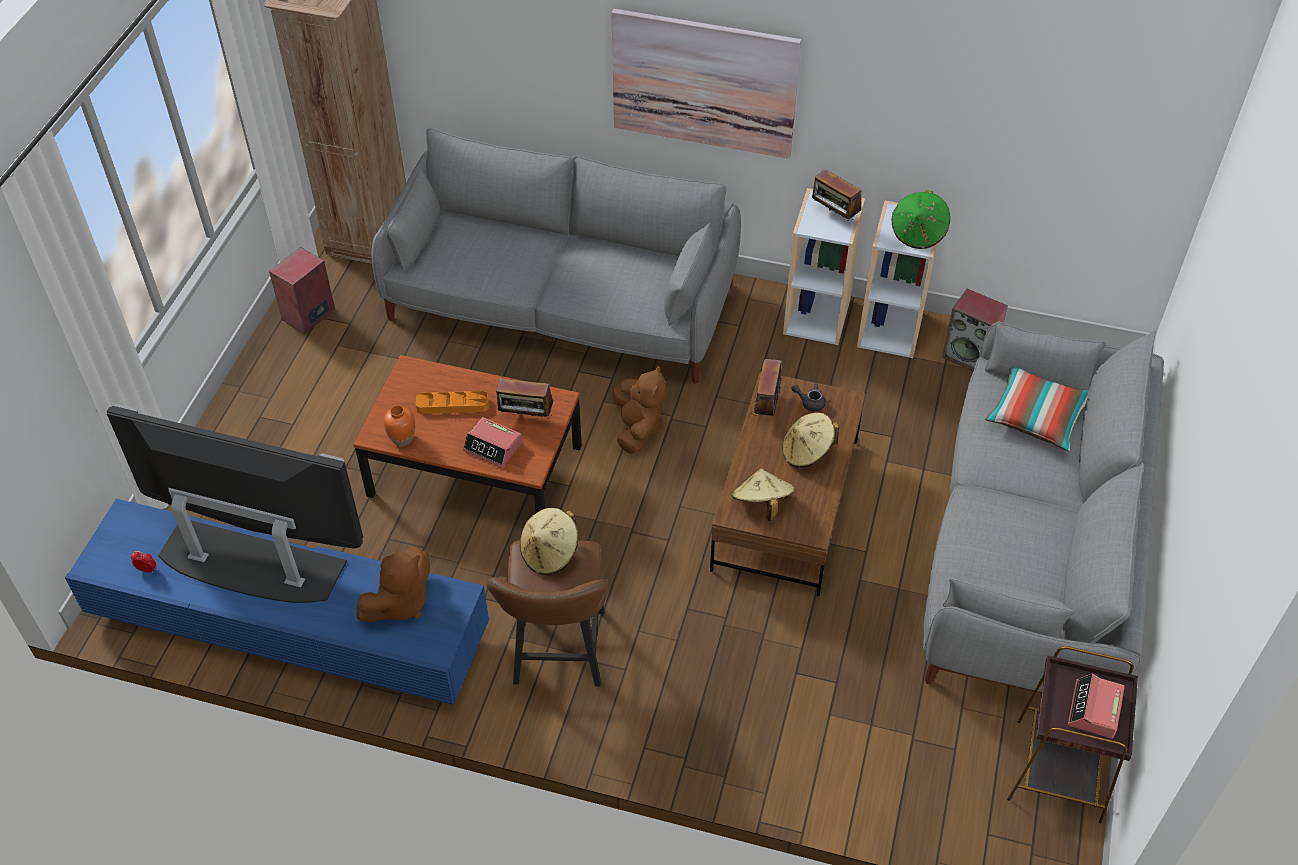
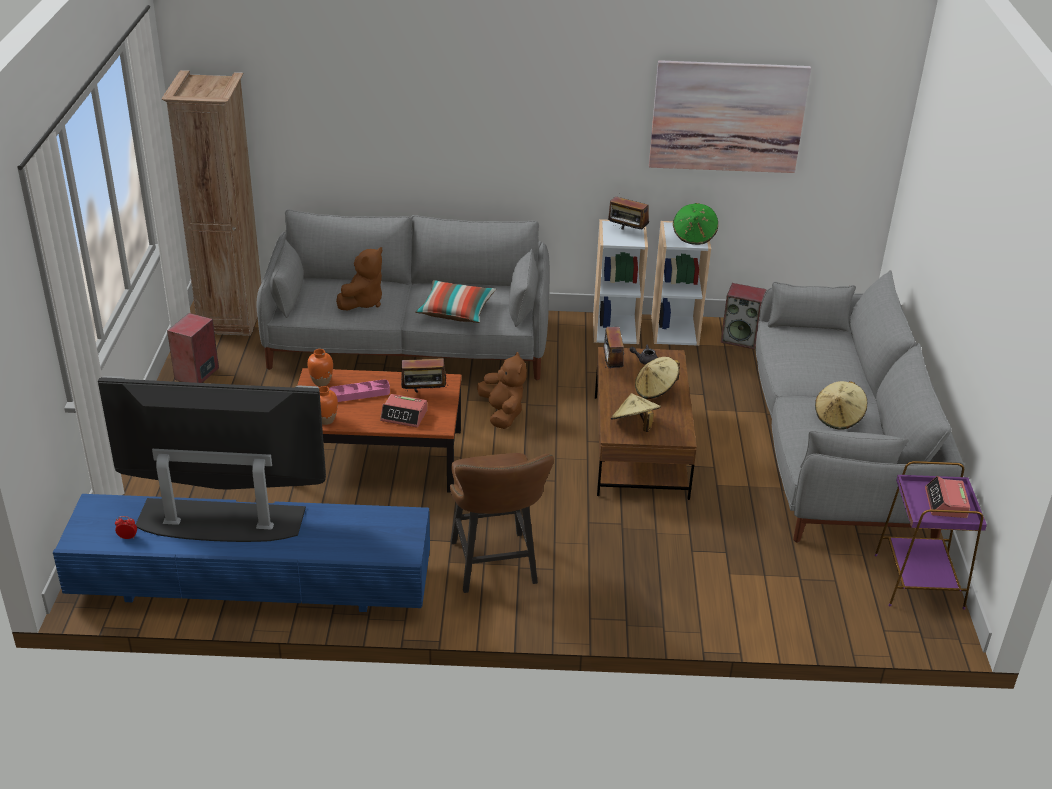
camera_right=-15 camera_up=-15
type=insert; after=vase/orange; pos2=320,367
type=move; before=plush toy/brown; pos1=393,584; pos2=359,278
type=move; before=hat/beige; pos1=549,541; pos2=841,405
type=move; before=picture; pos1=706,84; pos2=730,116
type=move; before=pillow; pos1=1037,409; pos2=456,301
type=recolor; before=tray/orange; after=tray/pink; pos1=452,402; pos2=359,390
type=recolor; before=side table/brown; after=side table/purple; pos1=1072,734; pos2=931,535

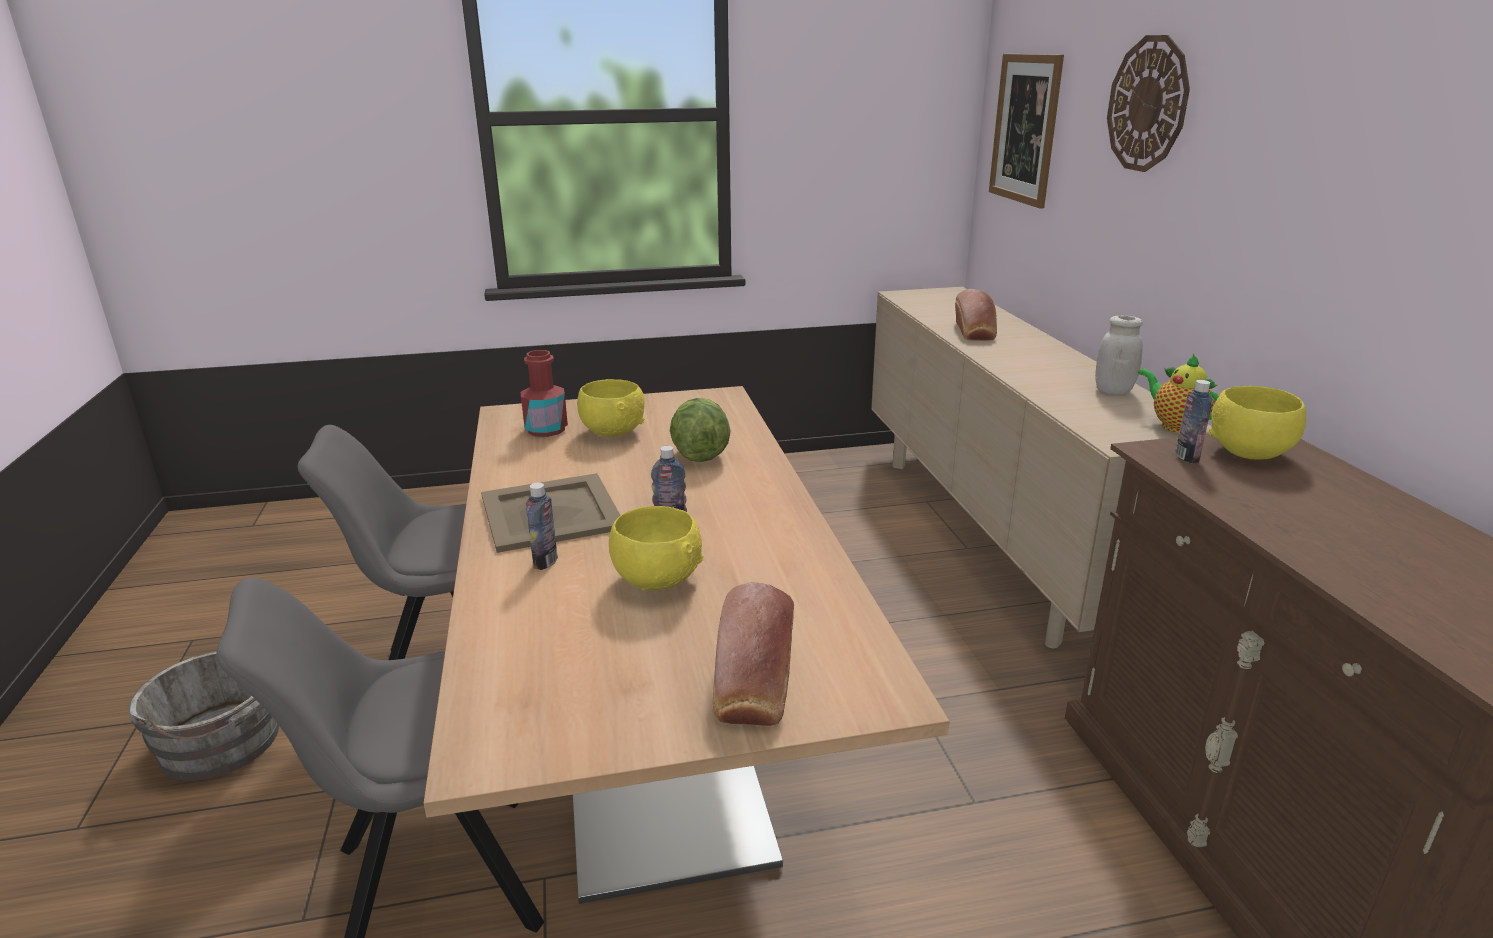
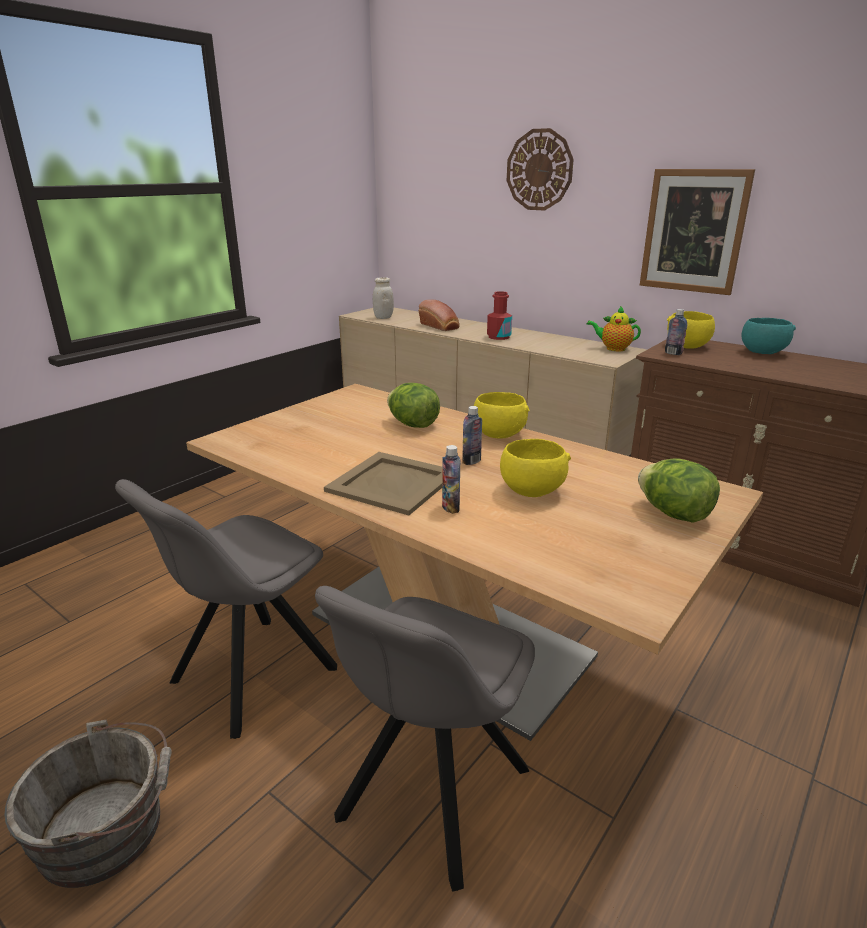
camera_right=-40 camera_up=0
type=insert; after=bowl/turquoise; pos2=769,336
type=move; before=bottle/red; pos1=544,393; pos2=499,315
type=move; before=bowl/yellow; pos1=611,408; pos2=501,415
type=move; before=picture; pos1=1026,131; pos2=697,232
type=move; before=jar/white; pos1=1119,355; pos2=383,298
type=replace; before=bread; after=lettuce; pos1=753,654; pos2=679,491

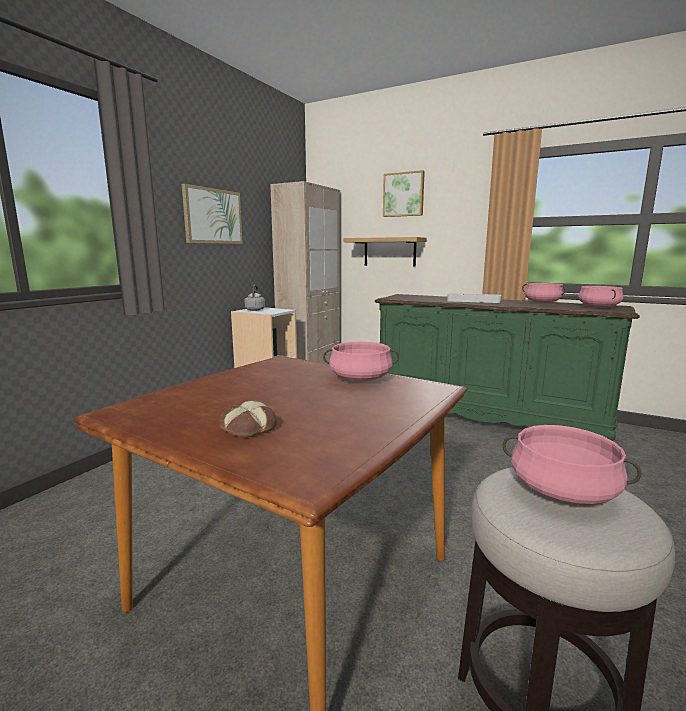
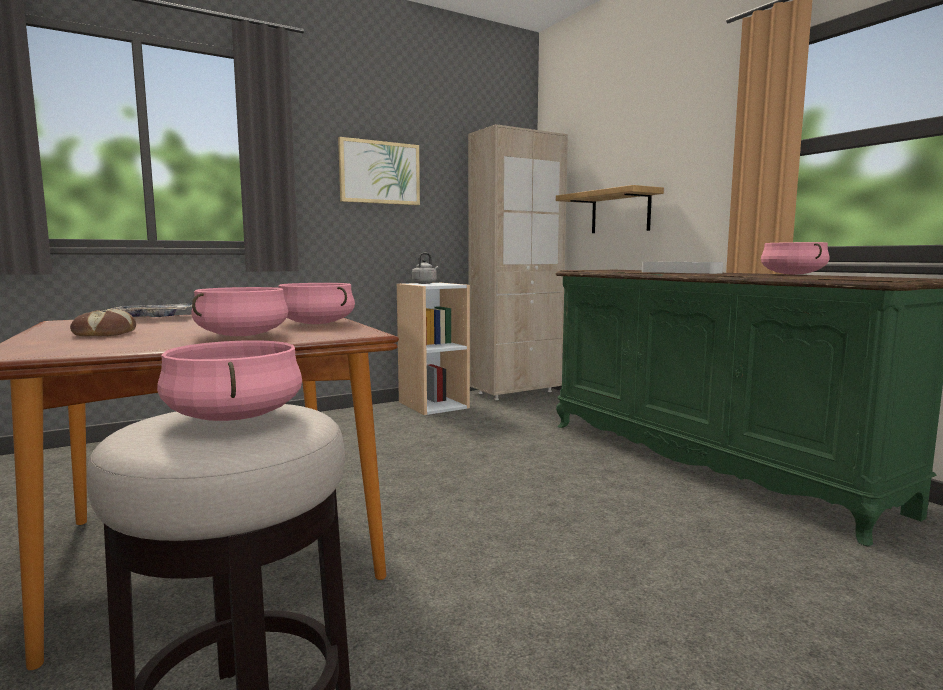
camera_right=30 camera_up=-5
type=delete; before=picture; pos1=404,193
type=insert; after=tray; pos2=147,310
type=move; before=cooking pot/pink; pos1=601,297; pos2=239,311

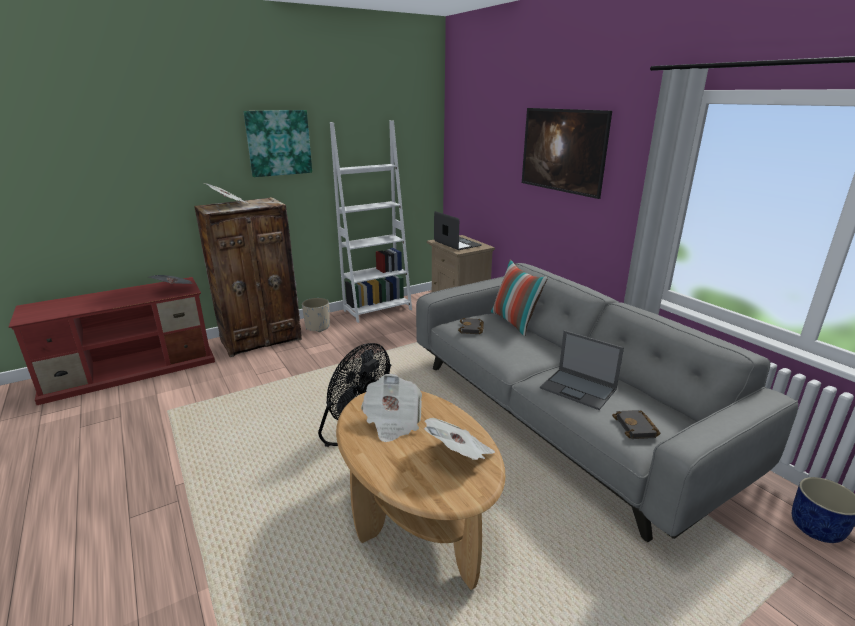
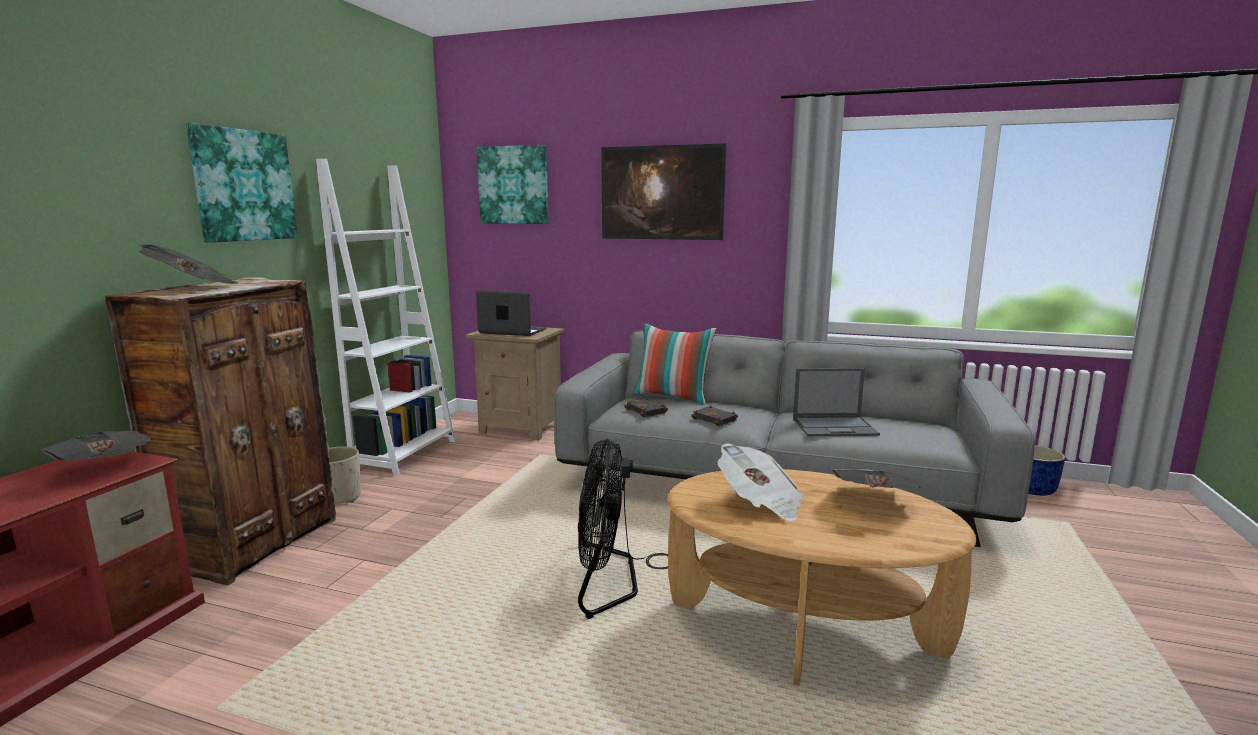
camera_right=-40 camera_up=-10
type=insert; after=picture; pos2=512,184
type=move; before=book/black; pos1=636,424; pos2=714,415

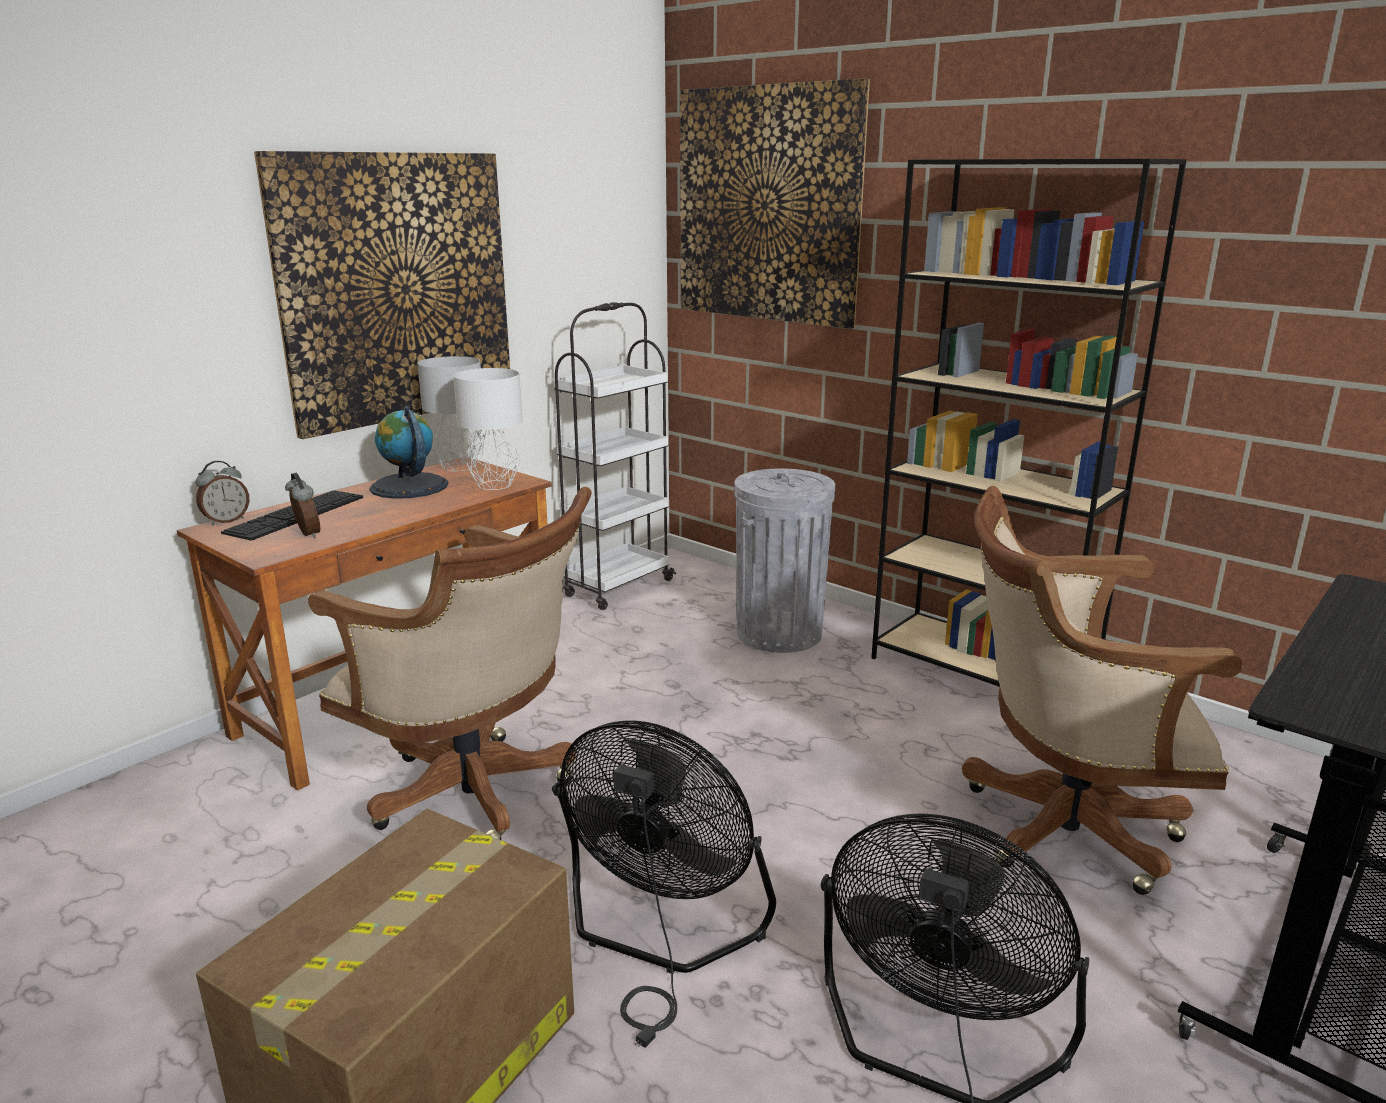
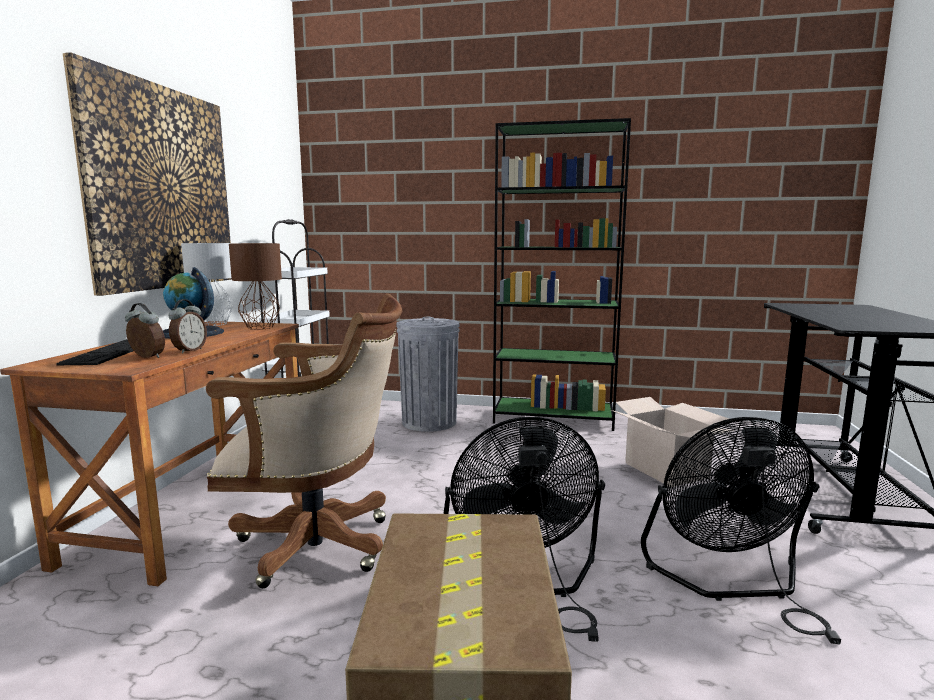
camera_right=-30 camera_up=-10
type=delete; before=picture; pos1=775,203
type=move; before=alarm clock; pos1=222,493; pos2=187,326
type=replace; before=office chair; after=cardboard box; pos1=1102,690; pos2=672,442
type=recolor; before=table lamp/white; after=table lamp/brown; pos1=488,429; pos2=255,286
type=recolor; before=bookcase/beige; after=bookcase/green; pos1=1029,423; pos2=562,274

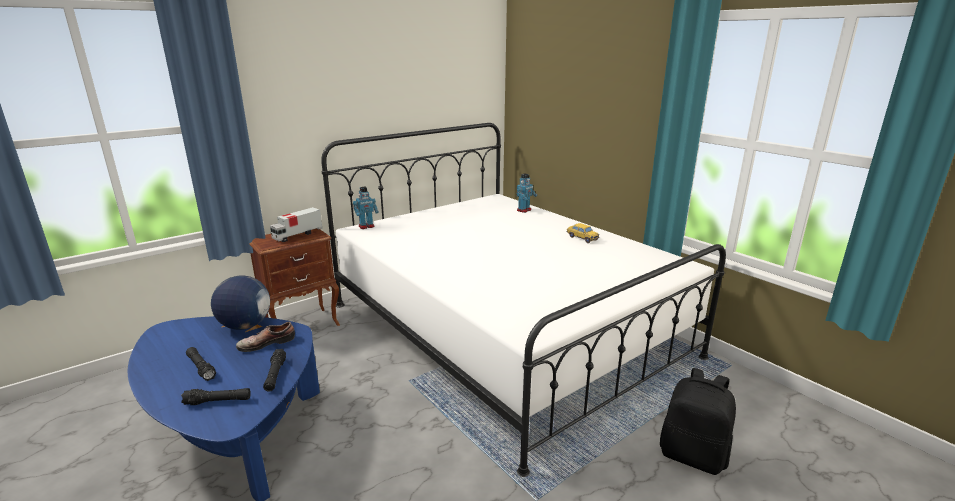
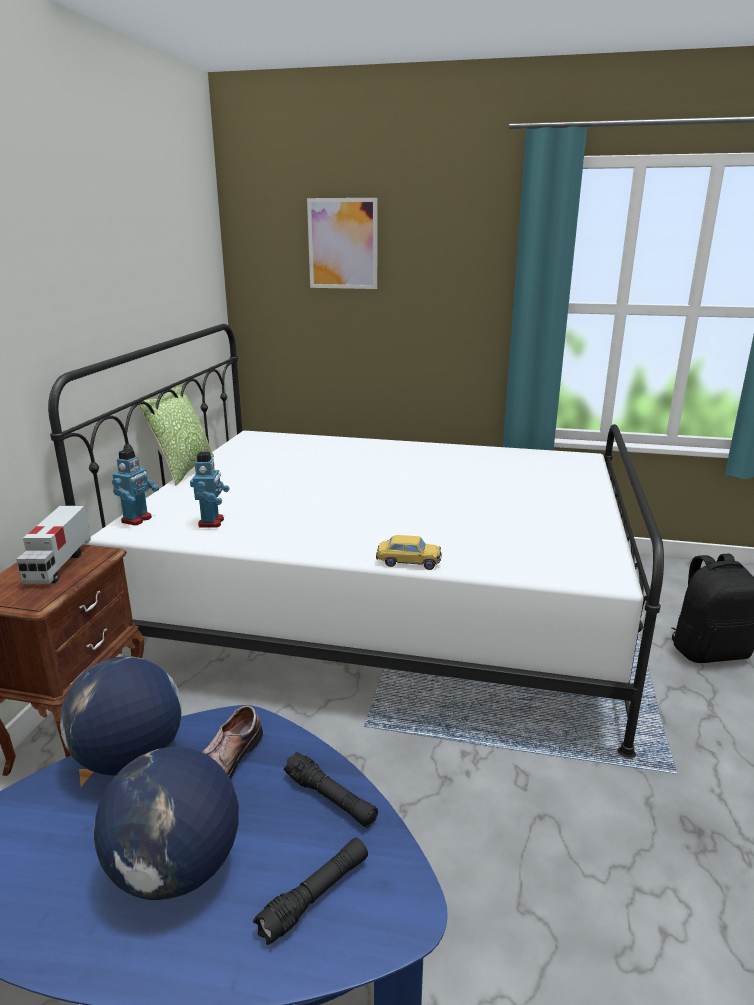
camera_right=-40 camera_up=0
type=insert; after=pillow; pos2=176,435
type=insert; after=picture; pos2=342,243
type=move; before=toy robot; pos1=527,193; pos2=210,490
type=move; before=toy car; pos1=582,233; pos2=409,552
type=replace; before=flashlight/black; after=globe; pos1=201,364; pos2=166,823

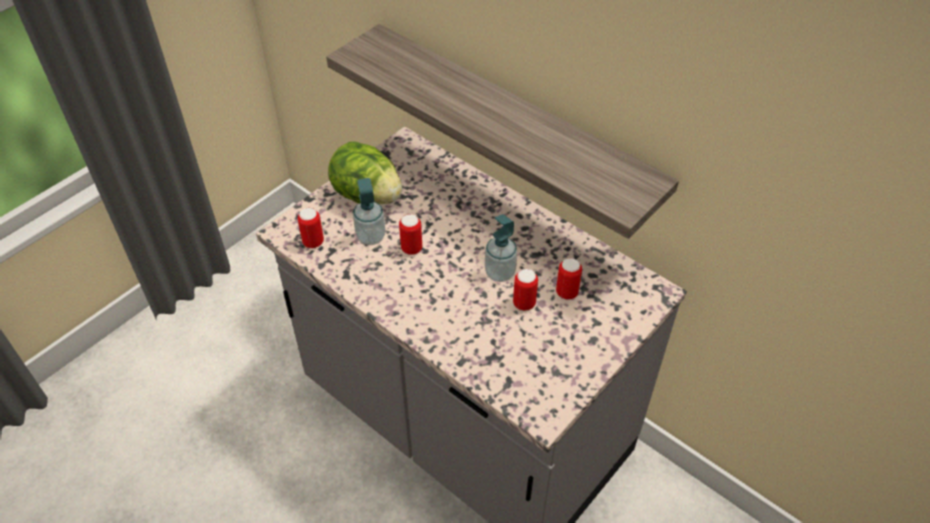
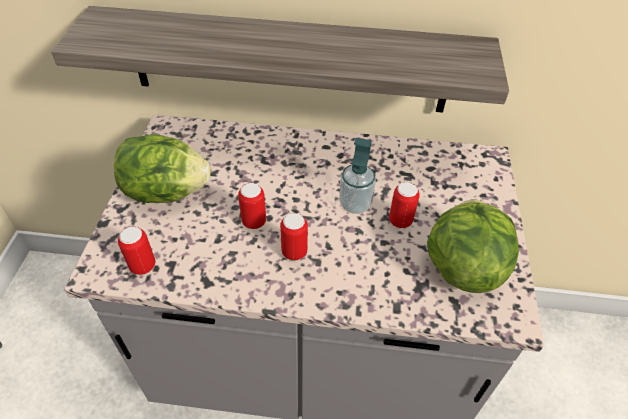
camera_right=-35 camera_up=0
type=delete; before=soap dispenser; pos1=369,211
type=insert; after=lettuce; pos2=473,246
type=move; before=can; pos1=569,279; pos2=294,237

